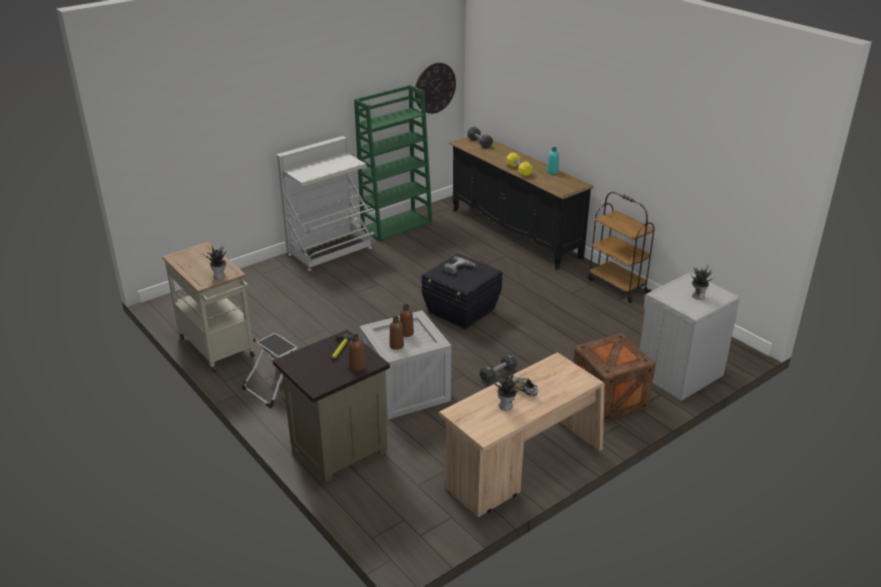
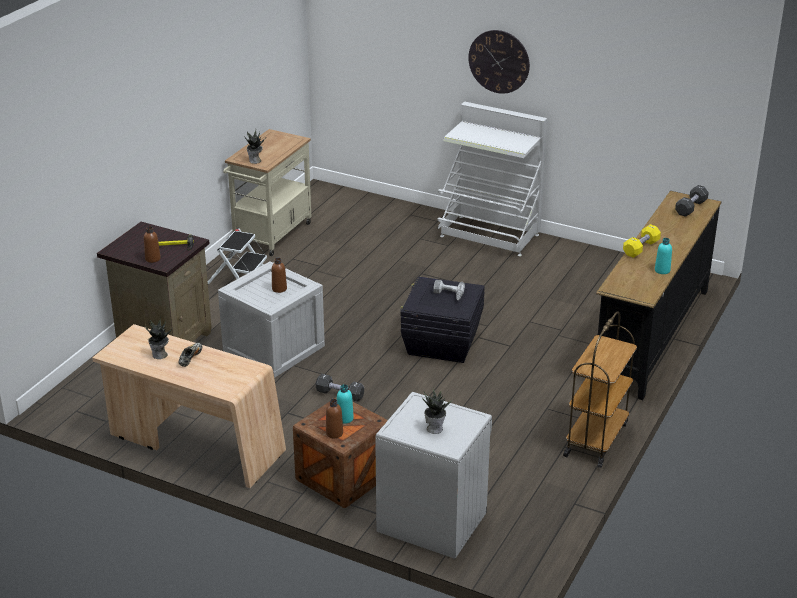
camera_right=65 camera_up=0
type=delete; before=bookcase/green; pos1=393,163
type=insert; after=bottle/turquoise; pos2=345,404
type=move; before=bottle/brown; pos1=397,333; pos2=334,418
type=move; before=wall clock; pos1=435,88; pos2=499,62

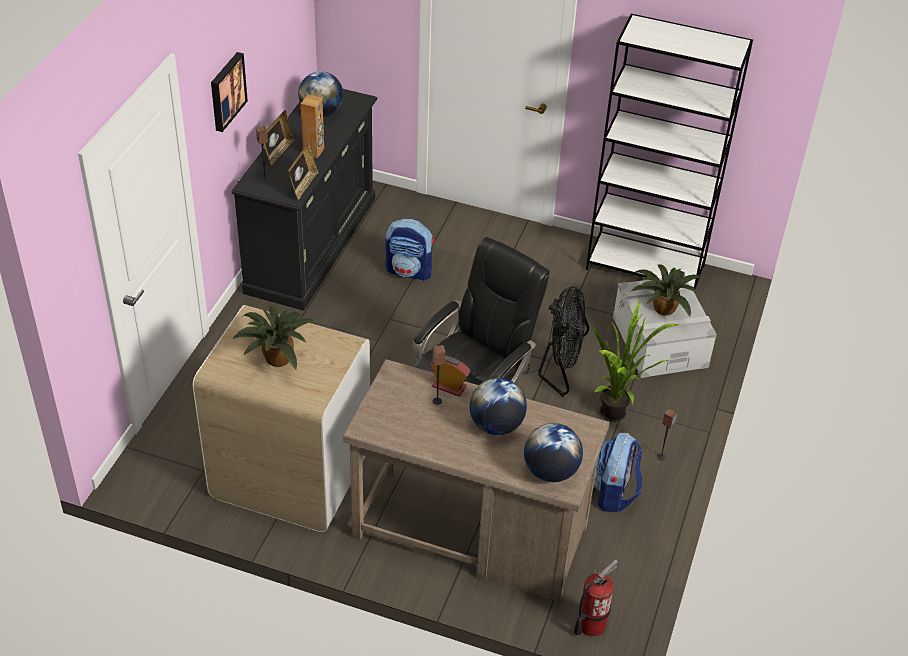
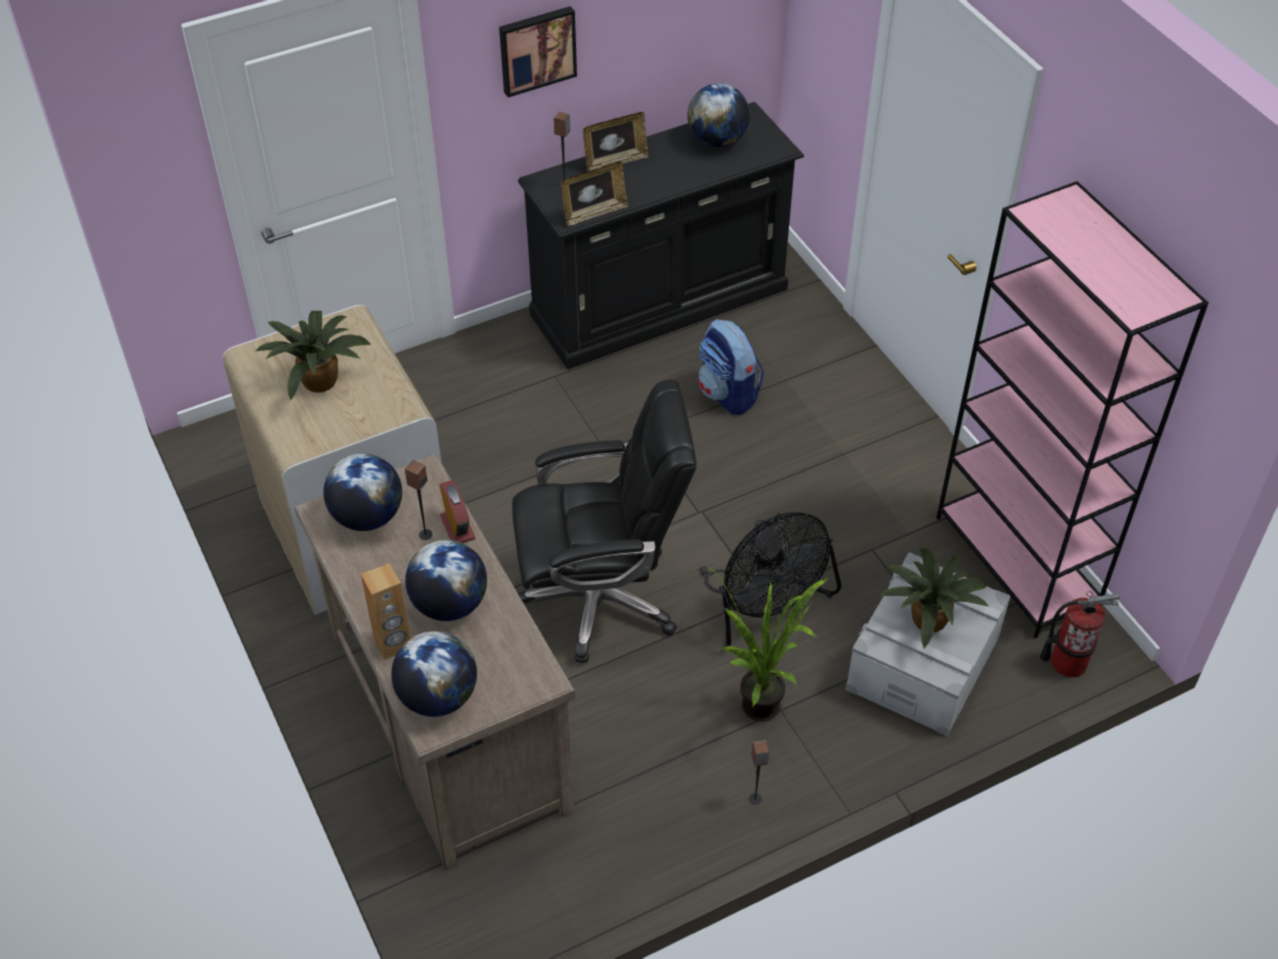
camera_right=45 camera_up=5
type=delete; before=backpack; pos1=618,472
type=insert; after=globe; pos2=363,492
type=move; before=speaker/brown; pos1=312,126; pos2=386,611
type=move; before=fire extinguisher; pos1=596,598; pos2=1080,634
type=recolor; before=bookcase/white; after=bookcase/pink; pos1=669,153; pos2=1072,410

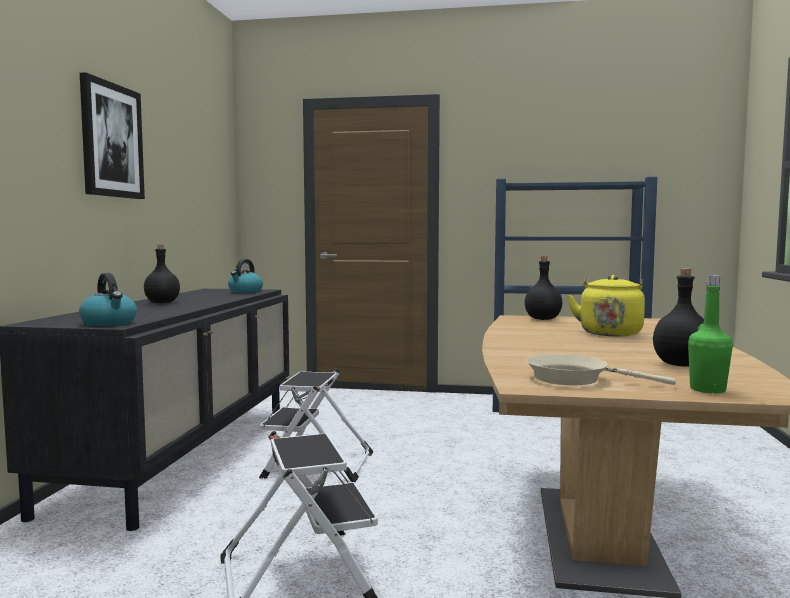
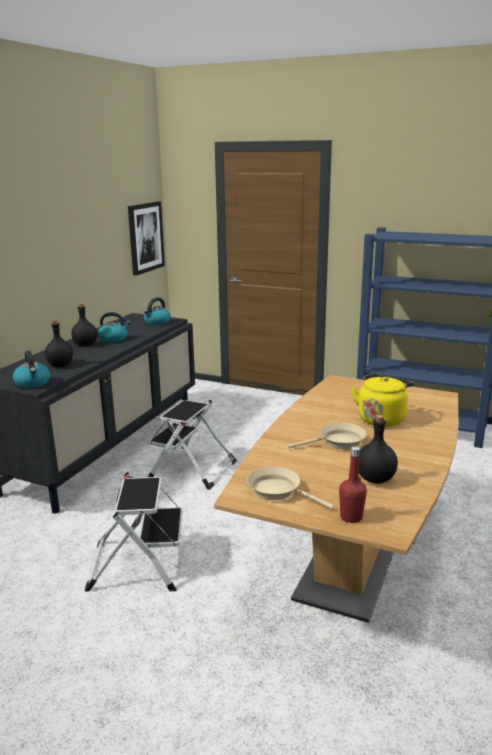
camera_right=15 camera_up=15
type=insert; after=kettle; pos2=114,327
type=insert; after=frying pan/beige; pos2=327,436
type=move; before=picture; pos1=112,135; pos2=146,239
type=move; before=bottle/black; pos1=543,288; pos2=59,343
type=recolor; before=bottle/green; after=bottle/red; pos1=710,334; pos2=353,485

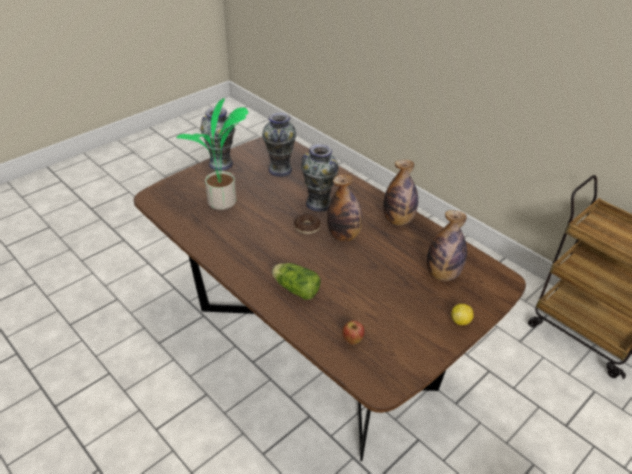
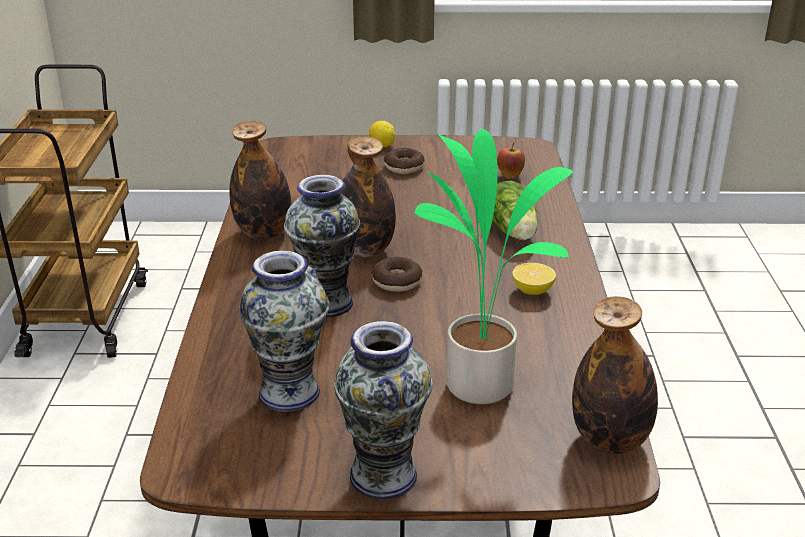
camera_right=-135 camera_up=-10
type=insert; after=donut; pos2=404,161
type=insert; after=lemon; pos2=534,279
type=move; before=bottle; pos1=447,245; pos2=615,375

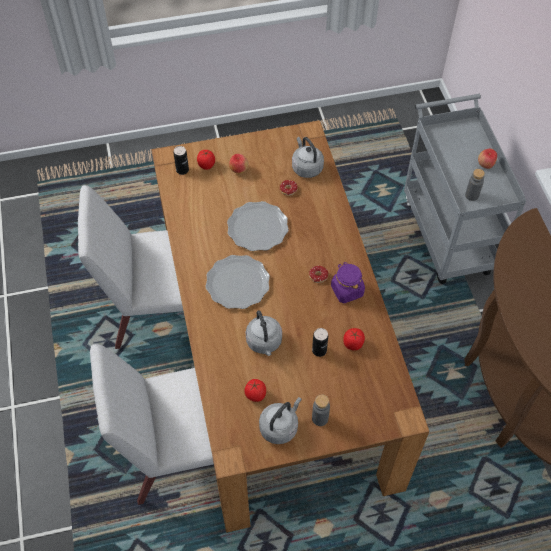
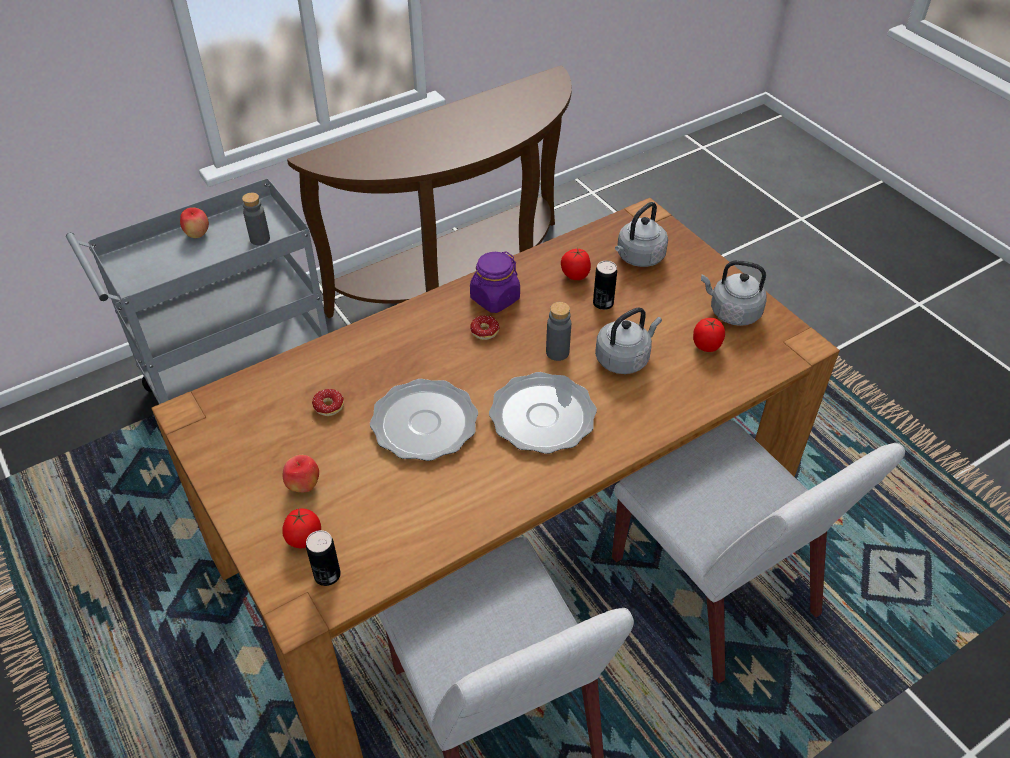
camera_right=-110 camera_up=-10
type=move; before=kettle/grey; pos1=308,157; pos2=641,234
type=move; before=bottle/grey; pos1=321,410; pos2=558,331

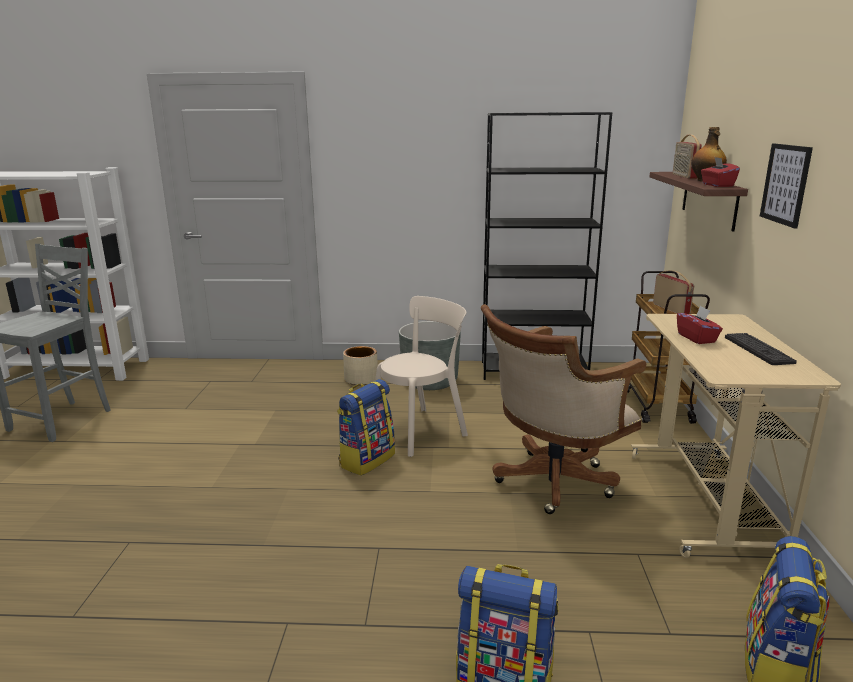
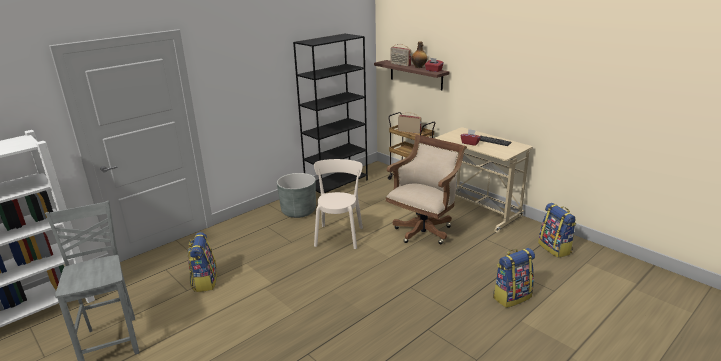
camera_right=-45 camera_up=5
type=delete; before=planter/beige; pos1=360,365
type=delete; before=picture; pos1=786,186
type=move; before=backpack; pos1=366,427; pos2=202,262
type=rotate; before=office chair; pos1=563,409; pos2=426,189; turn=-150

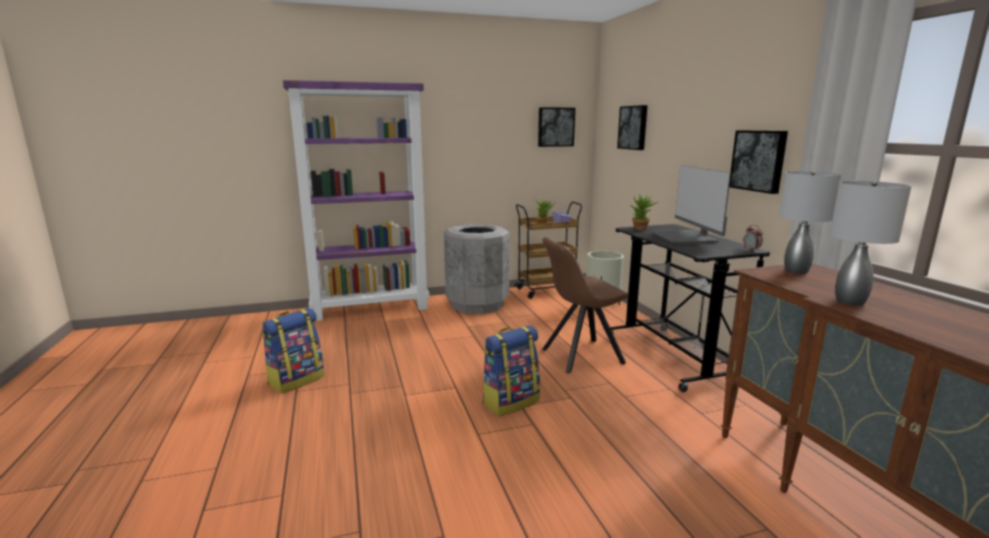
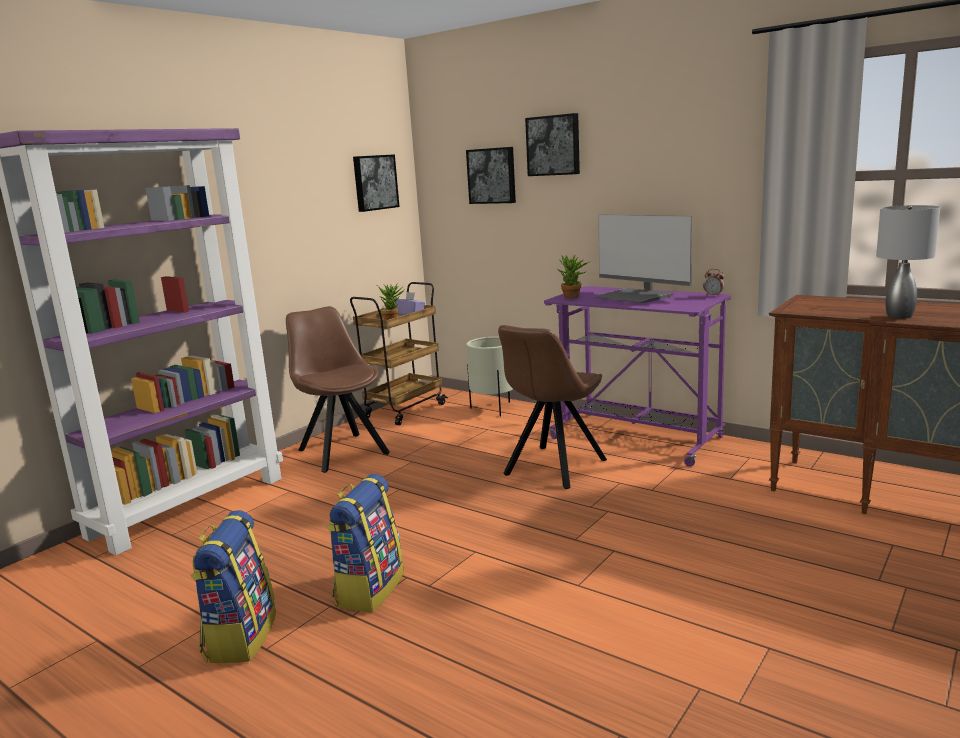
camera_right=-35 camera_up=0
type=delete; before=table lamp/grey; pos1=810,222
type=move; before=backpack; pos1=511,371; pos2=365,543
type=move; before=picture; pos1=758,162; pos2=552,144
type=replace; before=trash can/grey; after=chair/brown; pos1=477,269; pos2=338,389
type=recolor; before=desk/black; after=desk/purple; pos1=690,308; pos2=637,376

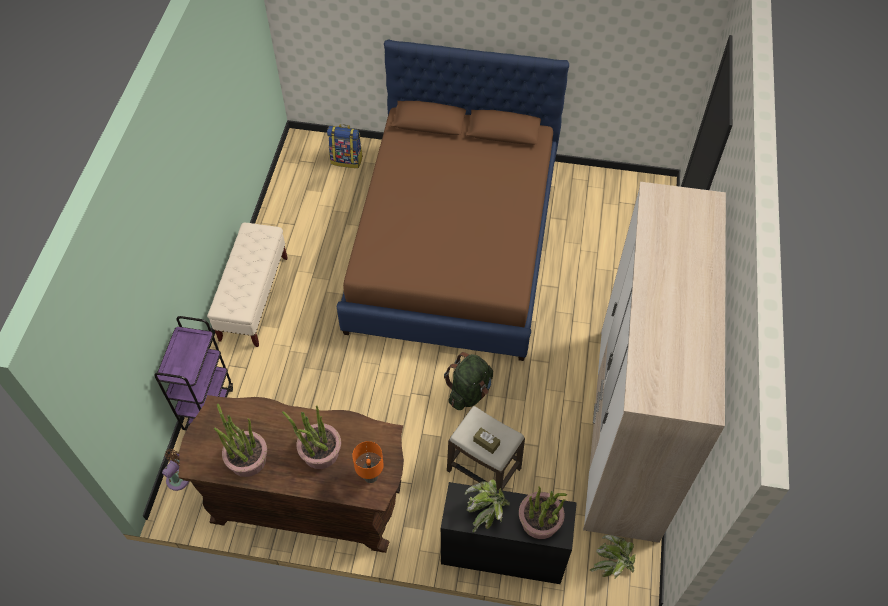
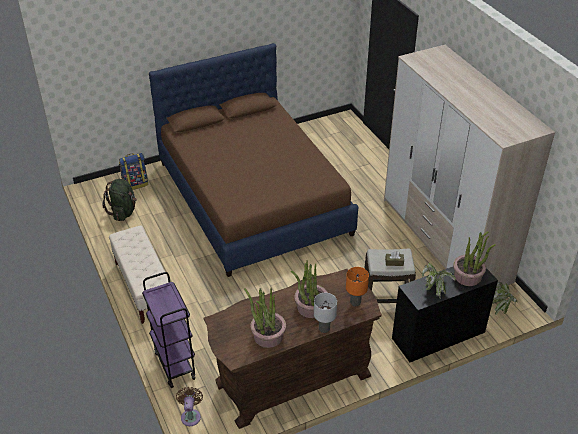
camera_right=-35 camera_up=-15
type=insert; after=table lamp/white; pos2=325,313
type=move; before=backpack/green; pos1=468,381; pos2=119,200

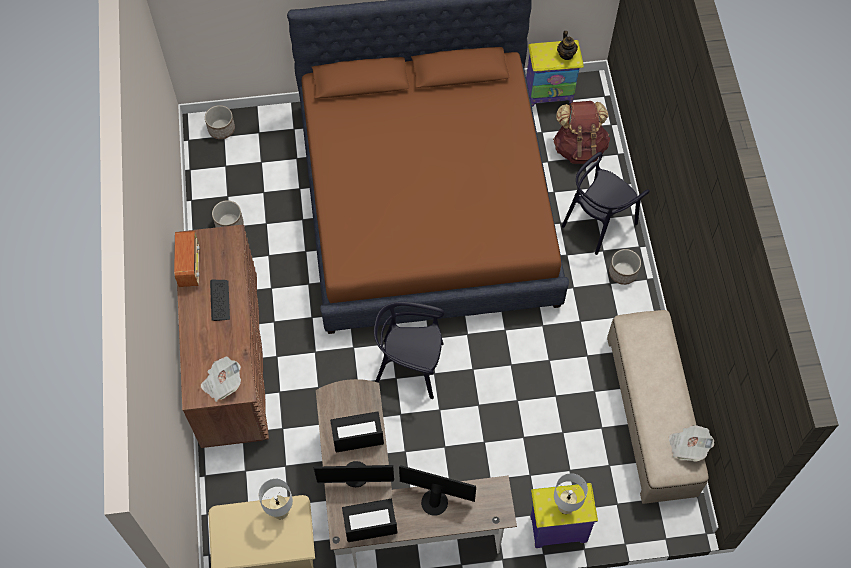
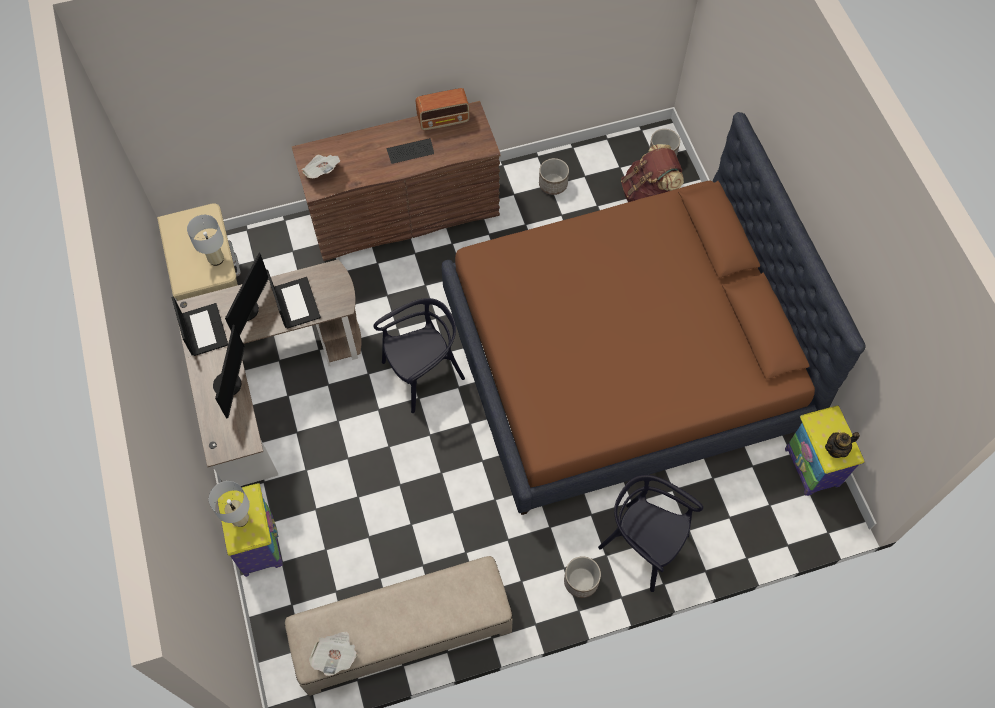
camera_right=80 camera_up=0
type=move; before=backpack/brown; pos1=581,132; pos2=652,173
type=rotate; before=monitor; pos1=353,474; pos2=247,294; turn=-150
type=rotate; before=chair/black; pos1=409,350; pos2=419,355; turn=60

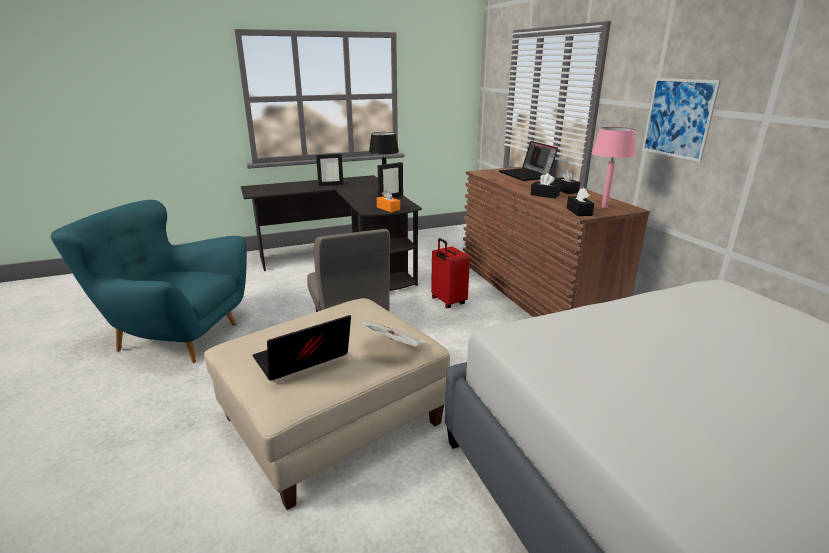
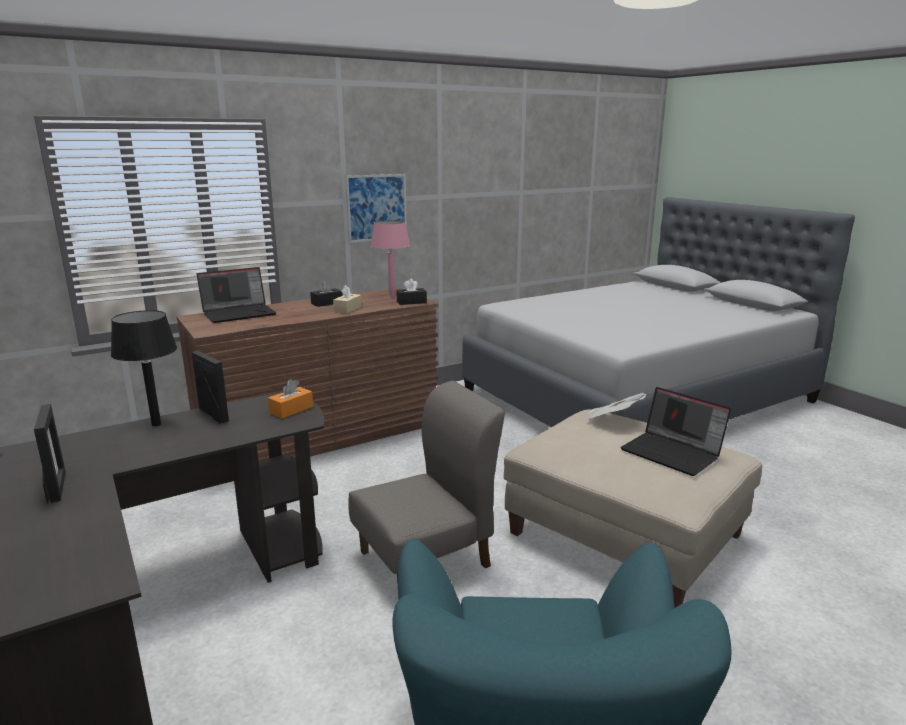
camera_right=-100 camera_up=-5
type=delete; before=suitcase/red; pos1=450,273
type=recolor; before=tissue box/black; after=tissue box/beige; pos1=545,185; pos2=347,299

